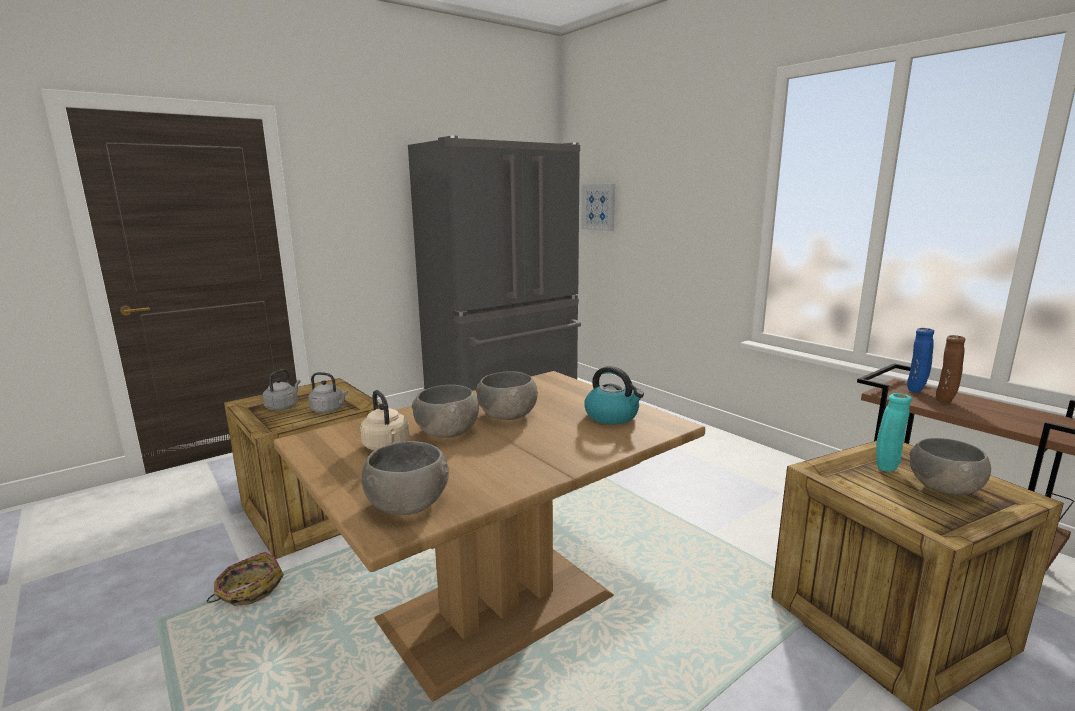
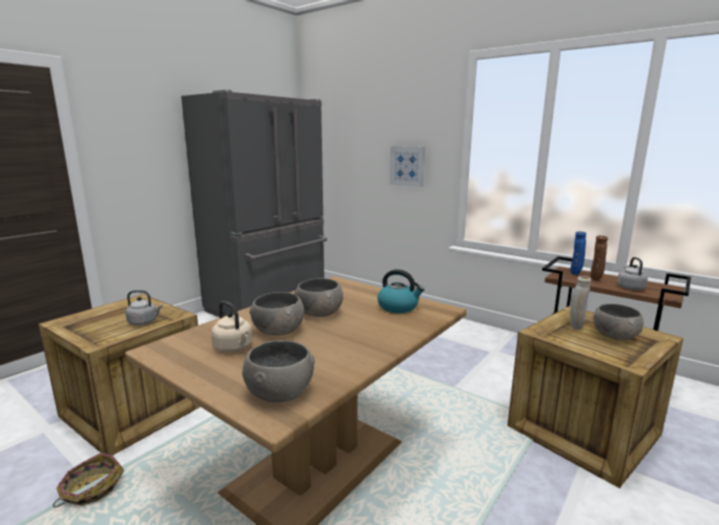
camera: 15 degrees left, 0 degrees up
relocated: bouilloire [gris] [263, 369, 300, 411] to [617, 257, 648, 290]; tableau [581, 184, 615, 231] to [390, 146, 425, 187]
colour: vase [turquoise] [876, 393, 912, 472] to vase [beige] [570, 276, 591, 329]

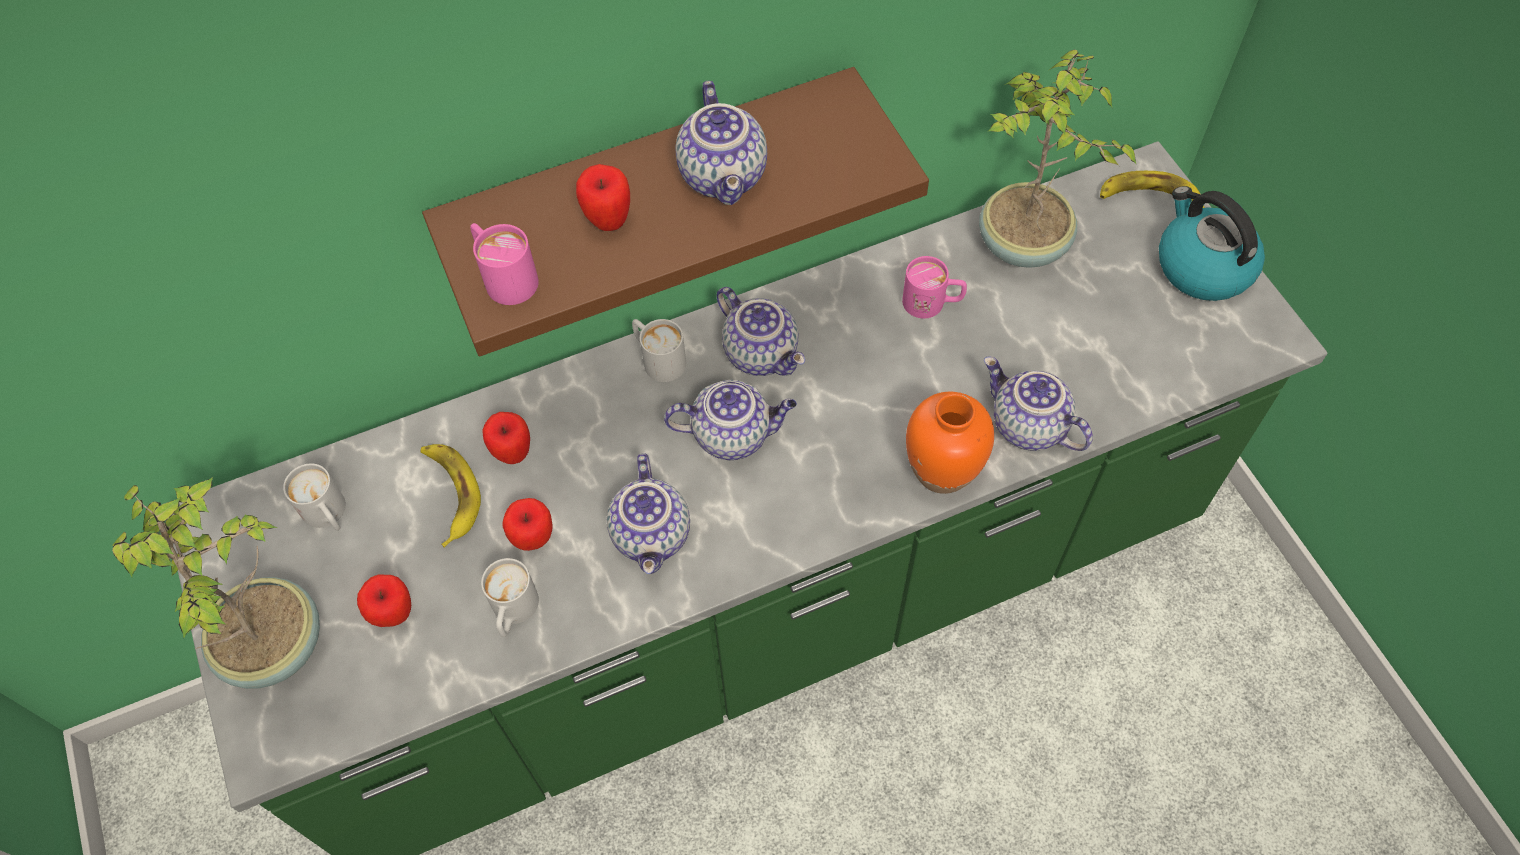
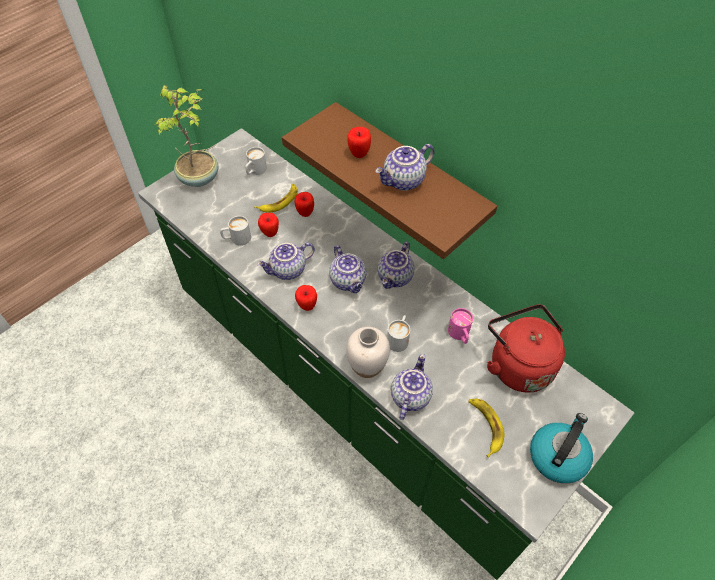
camera: 65 degrees right, 5 degrees down
missing: mug [rose] [470, 223, 539, 305]
relocated: pomme [357, 575, 411, 627] to [295, 285, 317, 311]; mug [blanc] [632, 319, 686, 382] to [387, 315, 410, 352]; banane [1100, 171, 1205, 208] to [469, 399, 505, 457]
exchanged: plante en pot [979, 50, 1137, 268] to bouilloire [rouge] [487, 304, 565, 393]
colour: vase [orange] [906, 392, 994, 494] to vase [blanc] [346, 327, 390, 378]

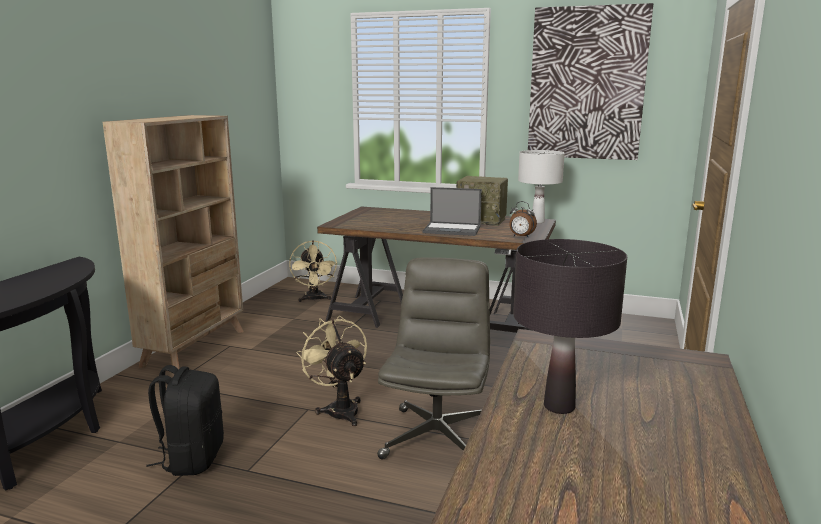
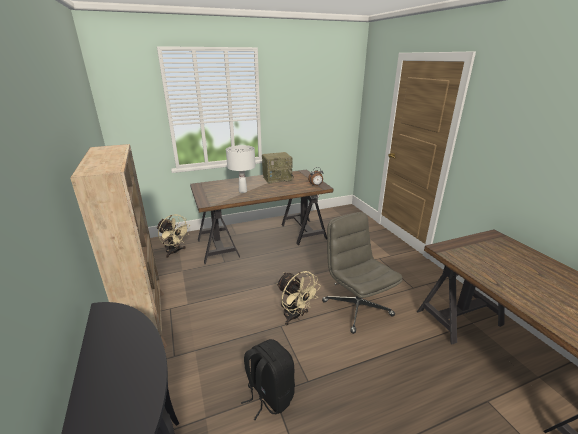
camera: 40 degrees left, 10 degrees up
missing: ordinateur portable [422, 187, 482, 236]; lampe de table [noir] [513, 239, 627, 414]; tableau [528, 3, 653, 160]
relocated: lampe de table [blanc] [518, 150, 565, 223] to [226, 145, 255, 193]
spun: ventilateur [beige] [297, 315, 367, 426] = [276, 271, 321, 325] 150 degrees counterclockwise

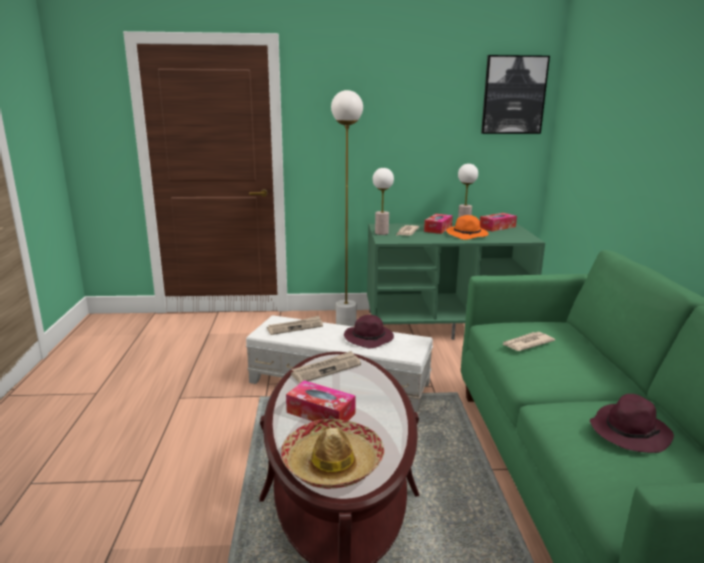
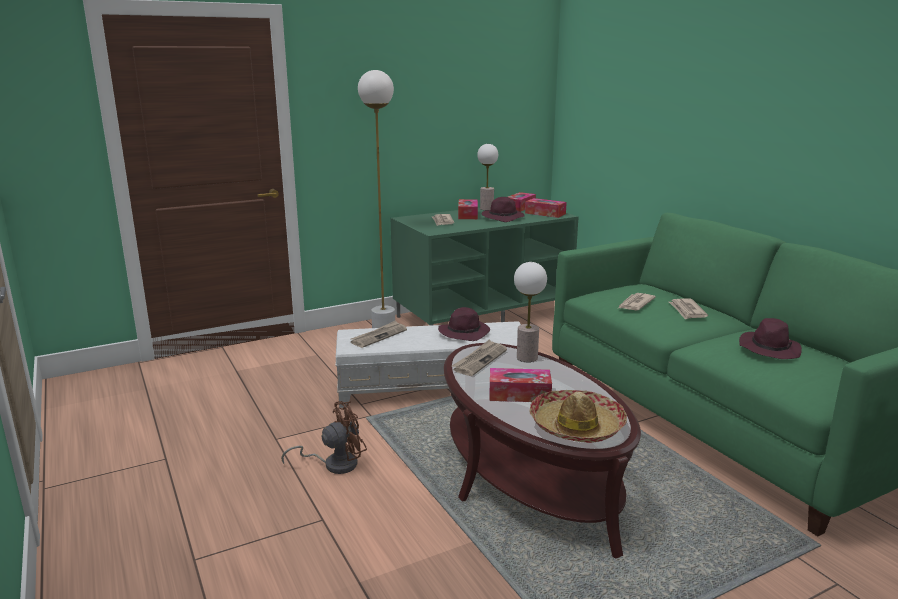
camera: 25 degrees left, 0 degrees up
missing: tableau [481, 55, 550, 134]
appeared: ventilateur [marron] [281, 401, 367, 474]; boîte à mouchoirs [525, 198, 567, 218]; journal [669, 299, 708, 320]
relocated: lampe de table [373, 168, 394, 235] to [514, 262, 547, 362]
colour: chapeau [orange] [446, 215, 489, 240] to chapeau [violet] [482, 197, 525, 222]

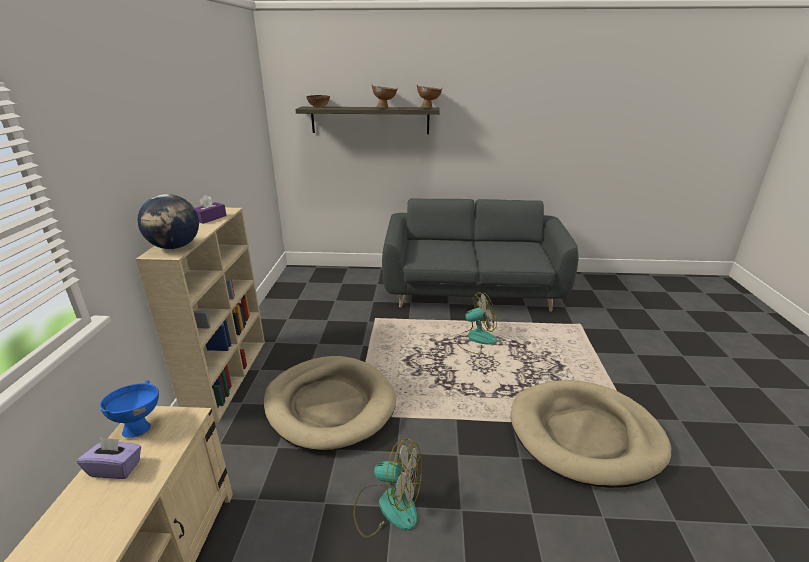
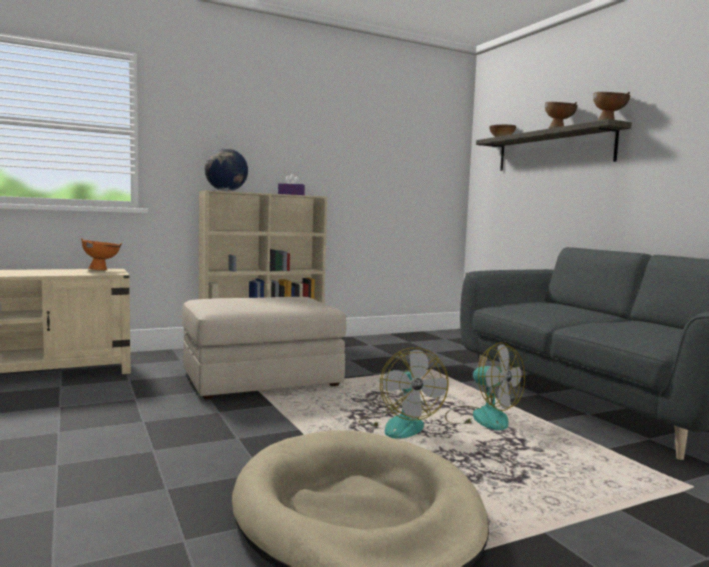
camera: 60 degrees right, 20 degrees down
missing: boîte à mouchoirs [violet] [77, 437, 141, 479]
relocated: ventilateur [353, 438, 422, 538] to [359, 348, 448, 438]
exchanged: panier pour chien [beige] [264, 356, 396, 451] to pouf [beige] [182, 297, 346, 399]
colour: bol [bleu] [99, 380, 159, 438] to bol [orange] [81, 238, 122, 270]

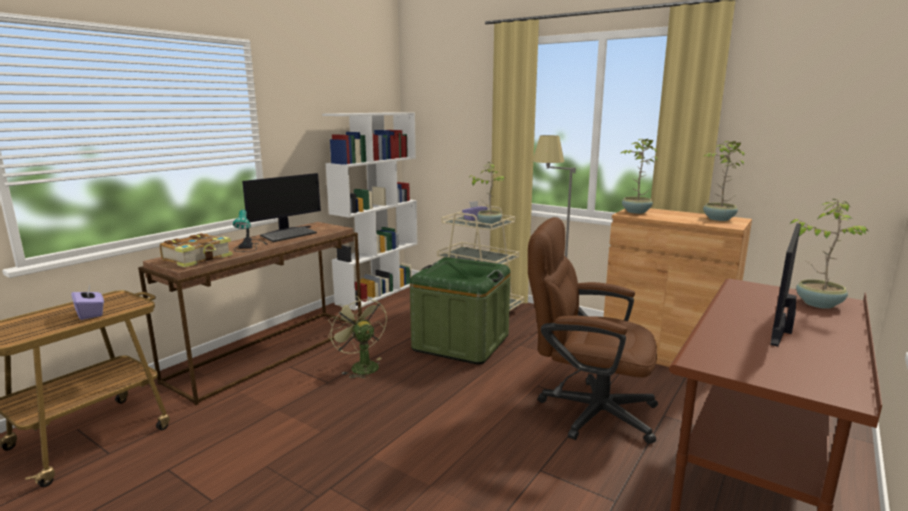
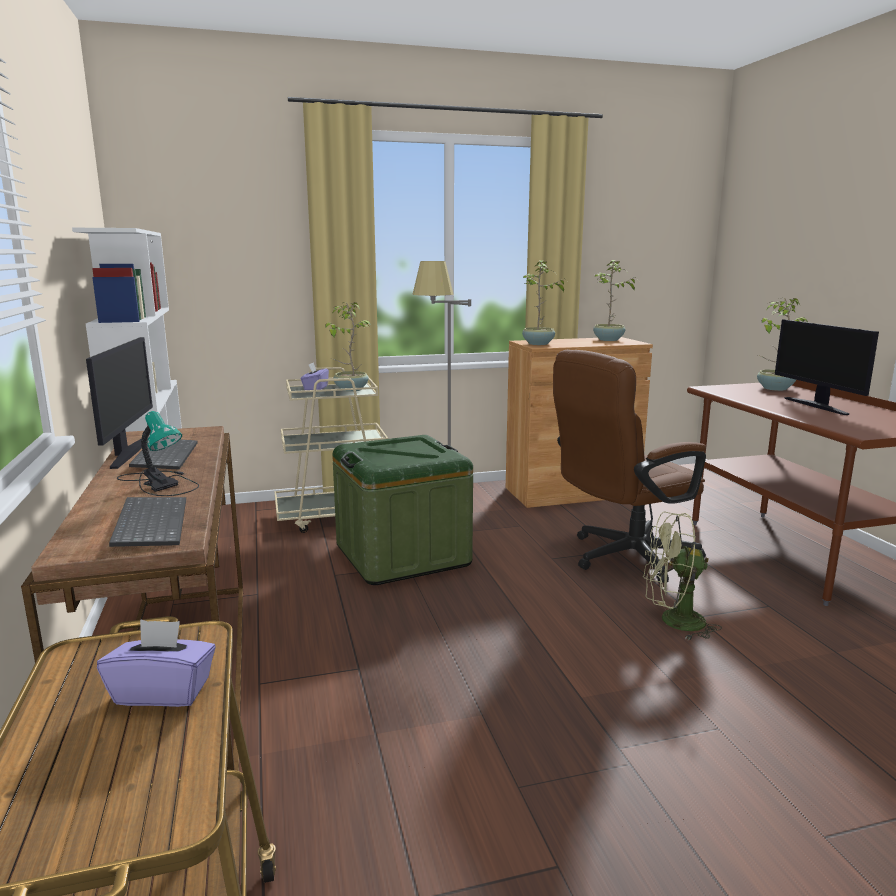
camera: 50 degrees left, 0 degrees up
relocated: ventilateur [vert] [328, 296, 387, 379] to [643, 512, 722, 640]
exchanged: livre [160, 233, 233, 267] to clavier [109, 497, 186, 547]

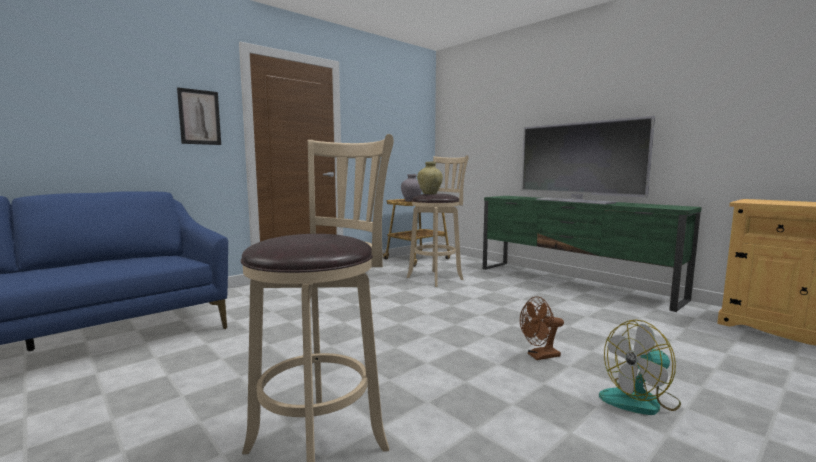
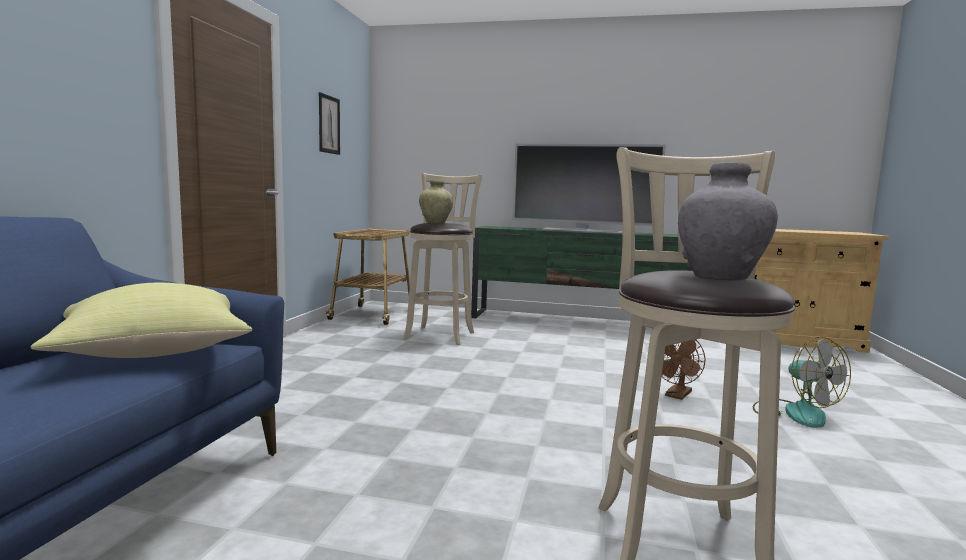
camera: 35 degrees left, 0 degrees up
appeared: coussin [jaune] [30, 283, 253, 358]
relocated: tableau [177, 87, 221, 145] to [319, 92, 340, 155]; vase [gris] [401, 174, 422, 202] to [678, 162, 778, 281]
spun: ventilateur [599, 319, 681, 415] = [753, 337, 851, 428] 60 degrees counterclockwise

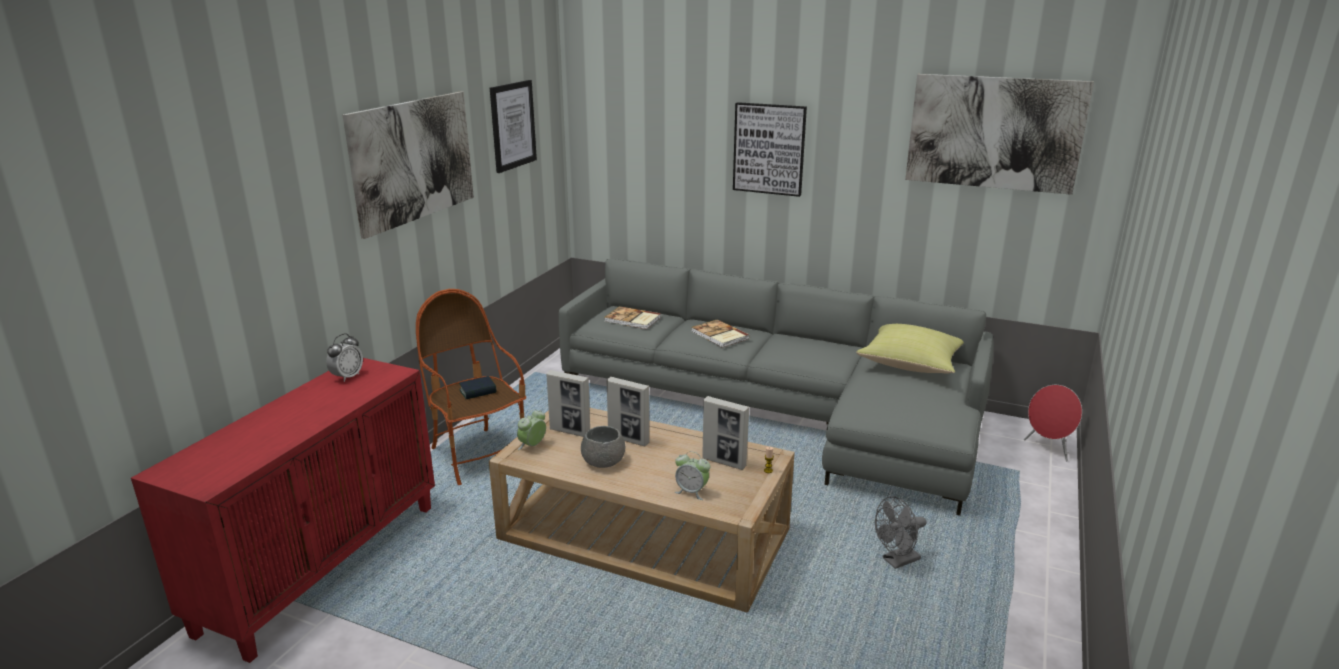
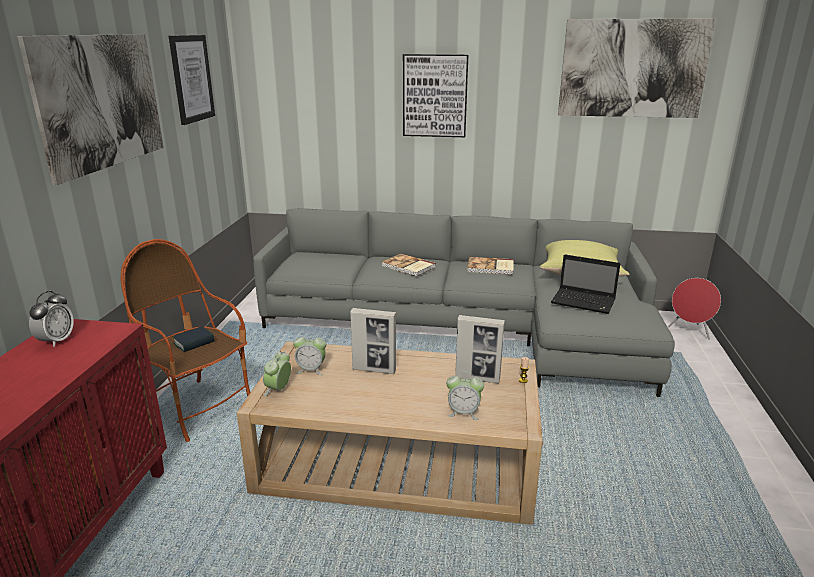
camera: 15 degrees left, 0 degrees up
missing: bol [gris] [581, 426, 625, 468]; ventilateur [gris] [875, 496, 926, 569]
appeared: ordinateur portable [551, 254, 620, 314]
relocated: livre [604, 306, 661, 329] to [467, 257, 514, 275]
exchanged: cadre photo [546, 370, 590, 437] to réveil [293, 332, 326, 375]

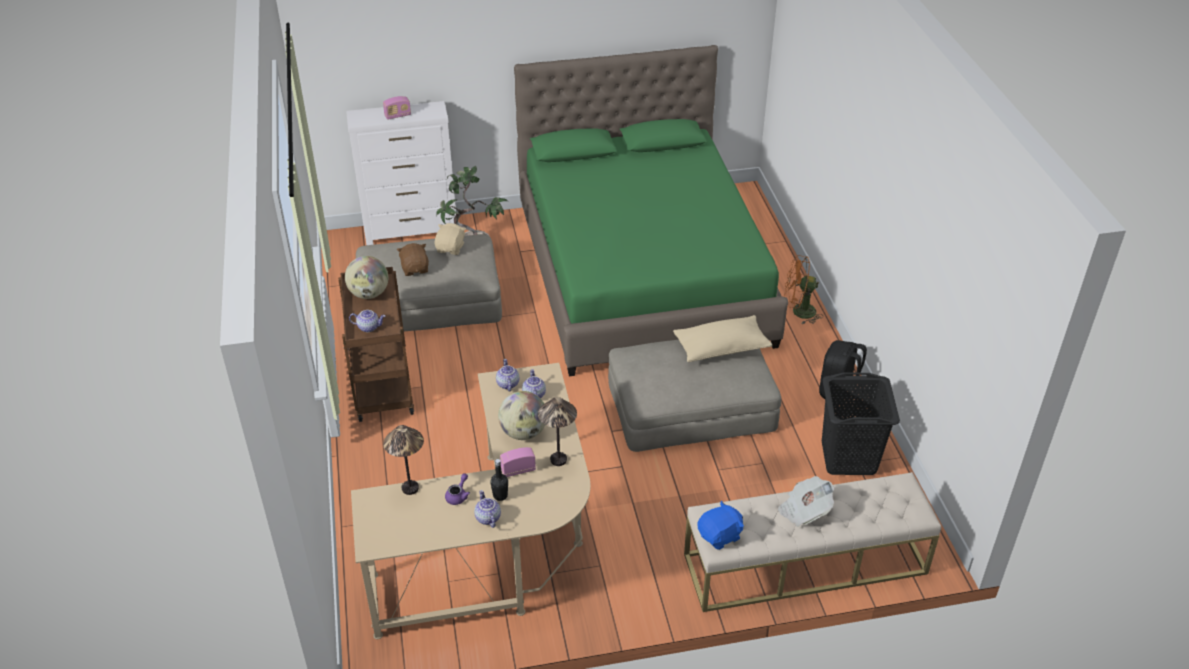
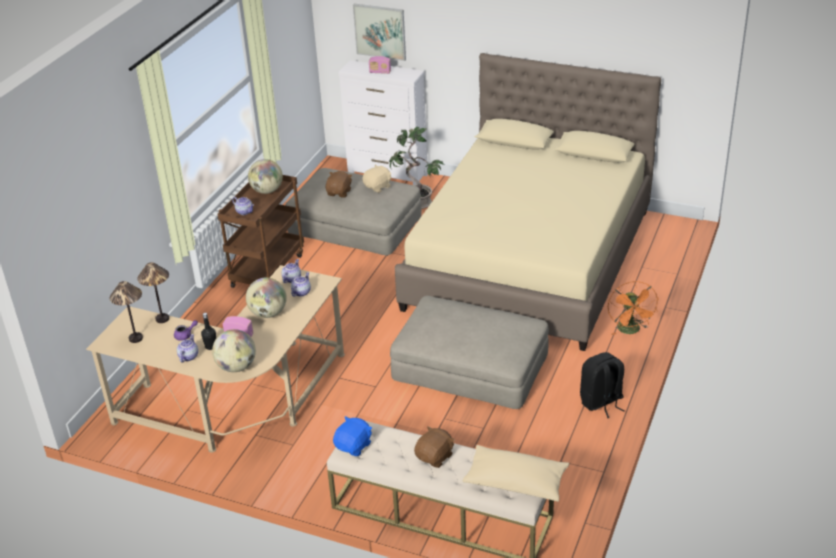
camera: 35 degrees right, 5 degrees down
missing: panier à linge [noir] [822, 372, 900, 475]
appeared: globe [212, 329, 256, 372]; tableau [353, 4, 406, 61]
relocated: lampe de table [538, 397, 577, 466] to [110, 281, 143, 343]; coussin [beige] [673, 315, 772, 362] to [463, 445, 569, 502]
exchanged: journal [778, 476, 835, 527] to peluche [marron] [414, 426, 455, 468]
colour: lit [vert] [514, 45, 788, 377] to lit [beige] [395, 53, 661, 351]
spun: peluche [bleu] [698, 500, 744, 550] = [333, 416, 372, 456] 60 degrees counterclockwise; ventilateur [orange] [784, 255, 824, 325] = [608, 281, 659, 335] 135 degrees counterclockwise

